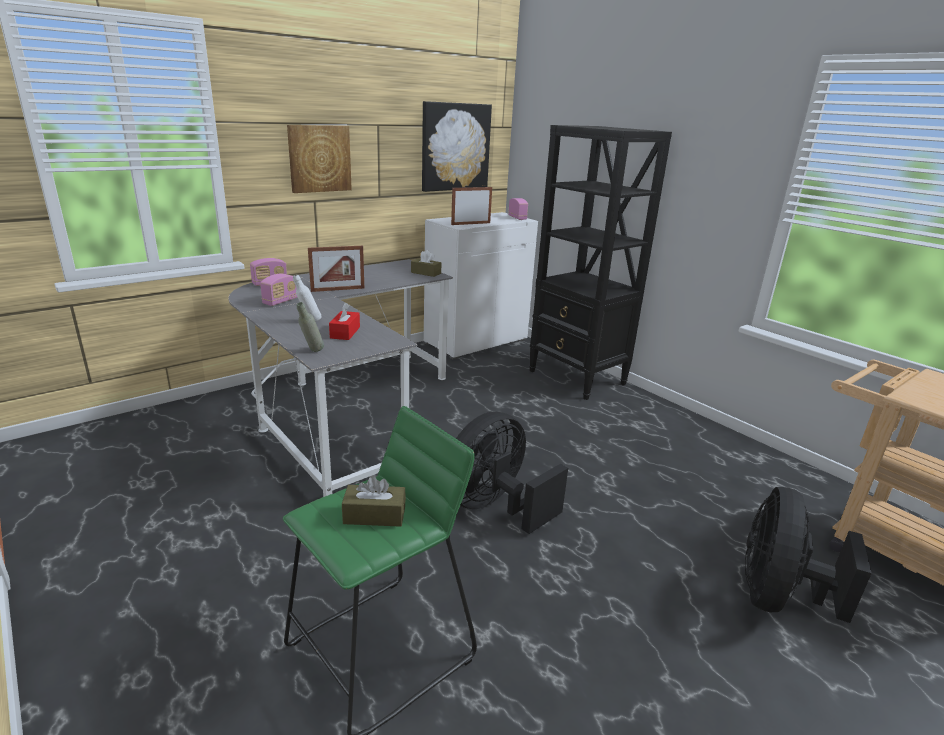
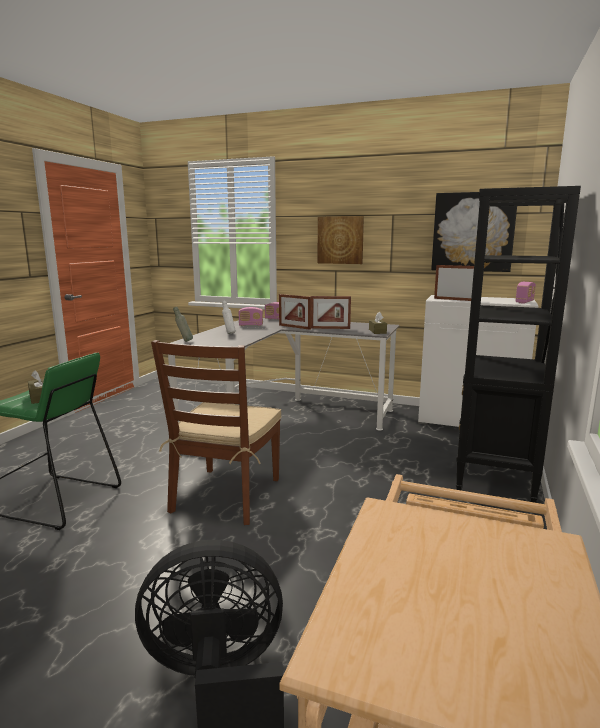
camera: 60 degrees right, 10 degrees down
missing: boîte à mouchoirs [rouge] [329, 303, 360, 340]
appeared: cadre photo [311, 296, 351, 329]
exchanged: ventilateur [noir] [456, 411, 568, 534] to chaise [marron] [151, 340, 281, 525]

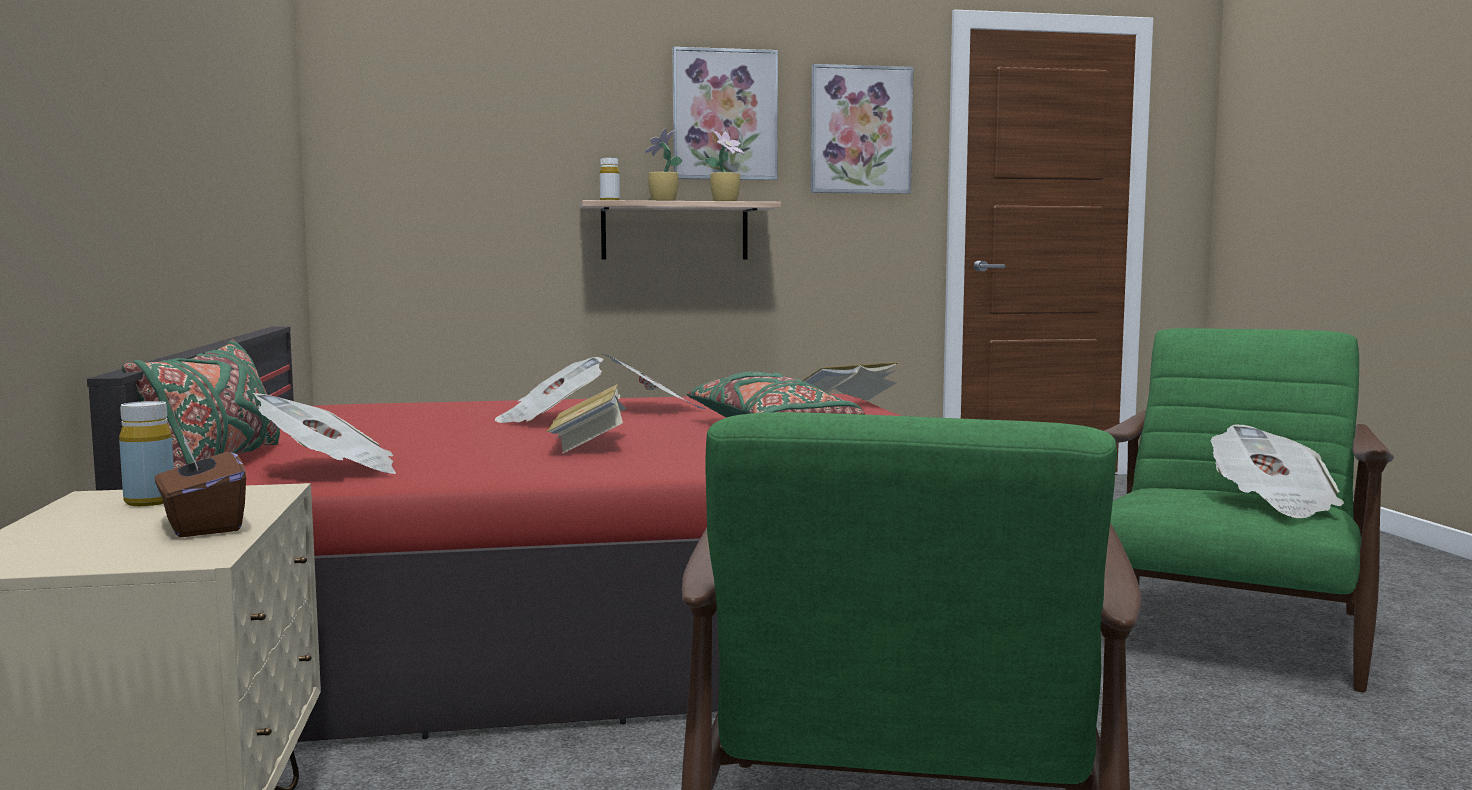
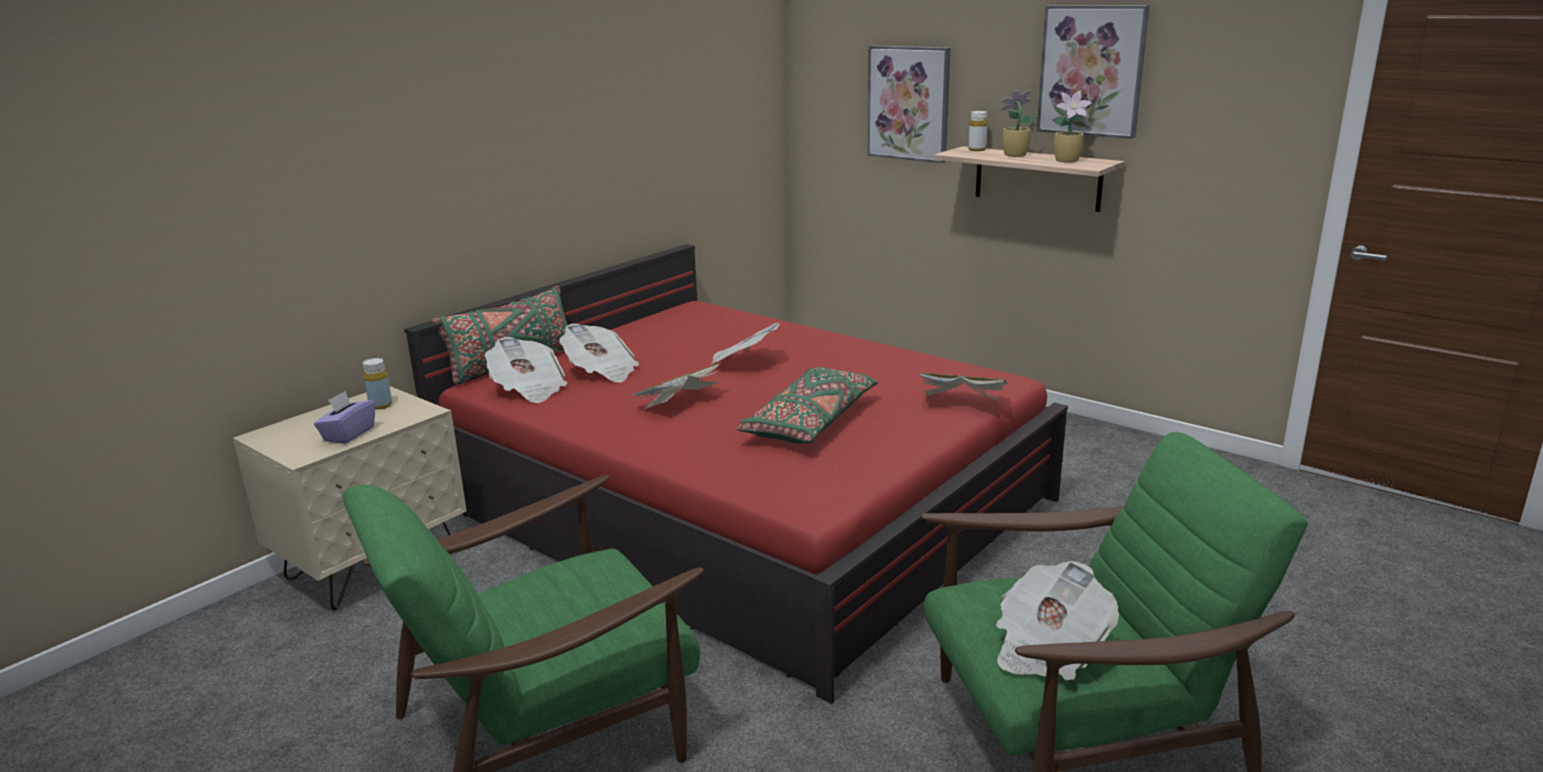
camera: 50 degrees right, 15 degrees up
relocated: journal [602, 354, 705, 409] to [560, 323, 639, 383]; tableau [811, 64, 913, 194] to [867, 45, 950, 163]
colour: boîte à mouchoirs [marron] [155, 435, 246, 537] to boîte à mouchoirs [violet] [314, 391, 375, 444]

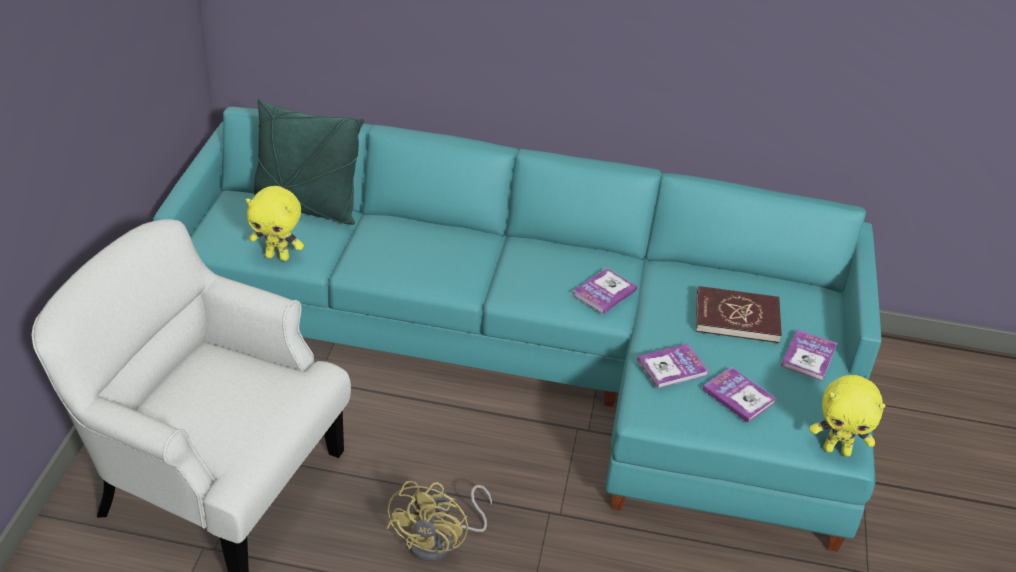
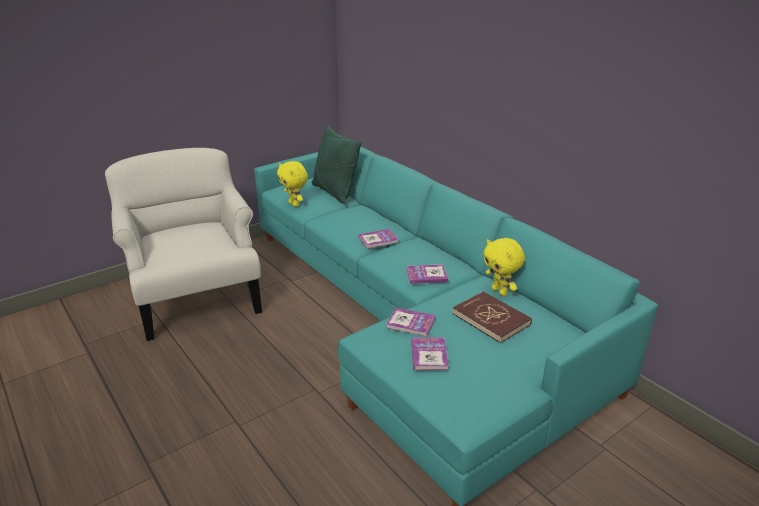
camera: 45 degrees right, 10 degrees down
missing: ventilateur [jaune] [386, 481, 492, 562]
relocated: livre [781, 329, 837, 381] to [358, 229, 399, 249]; peluche [jaune] [810, 375, 886, 457] to [483, 238, 525, 296]

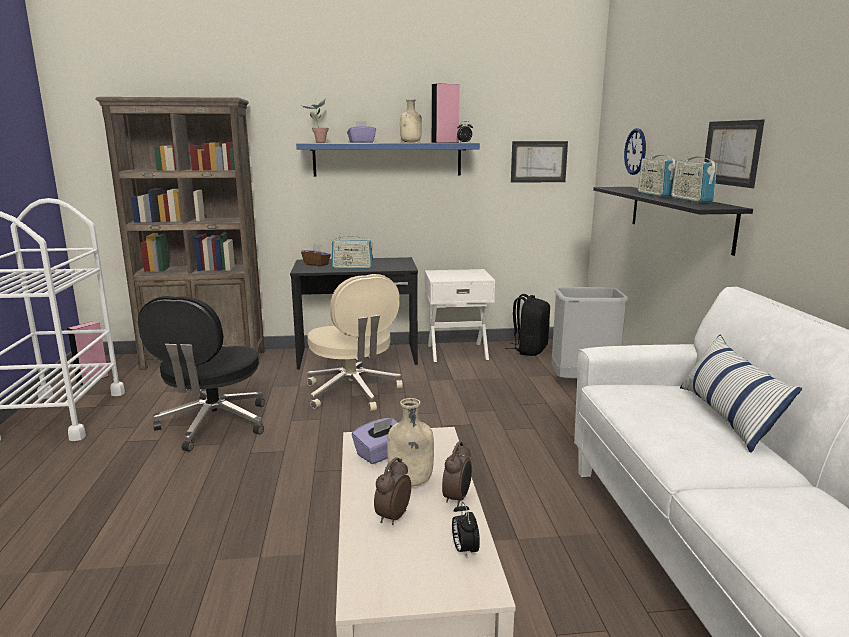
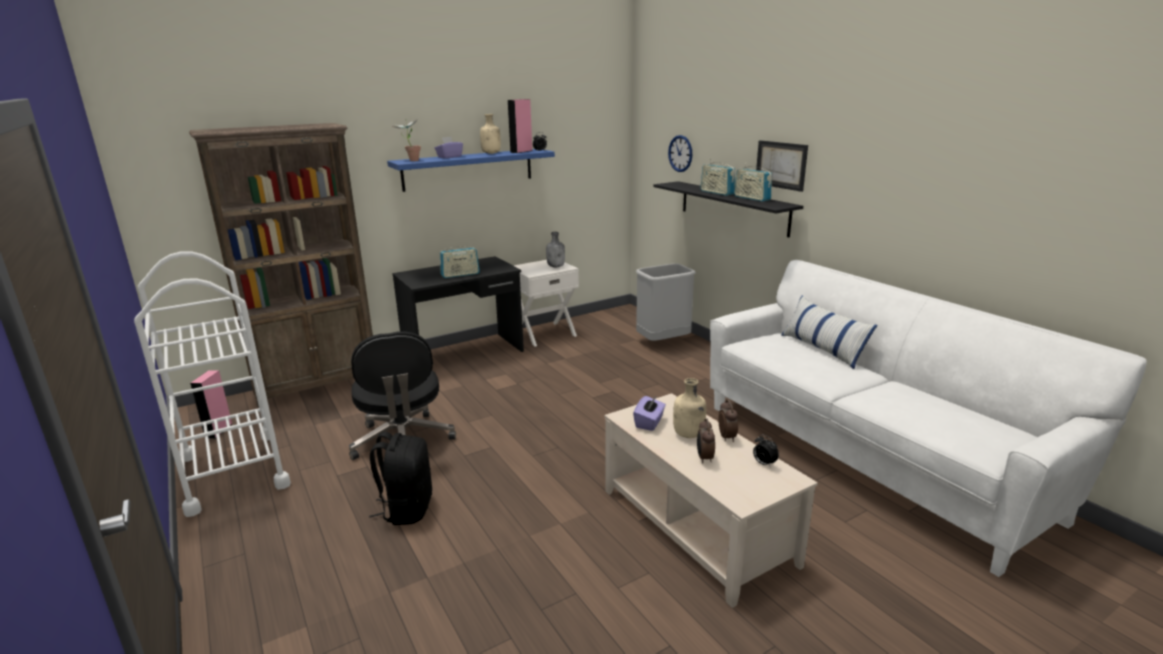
camera: 25 degrees left, 5 degrees up
missing: boîte à mouchoirs [marron] [301, 244, 331, 266]; chaise de bureau [beige] [307, 274, 403, 411]; tableau [511, 141, 568, 183]
appeared: bouteille [gris] [546, 232, 565, 267]
relocated: sac à dos [noir] [505, 294, 550, 356] to [369, 432, 432, 525]

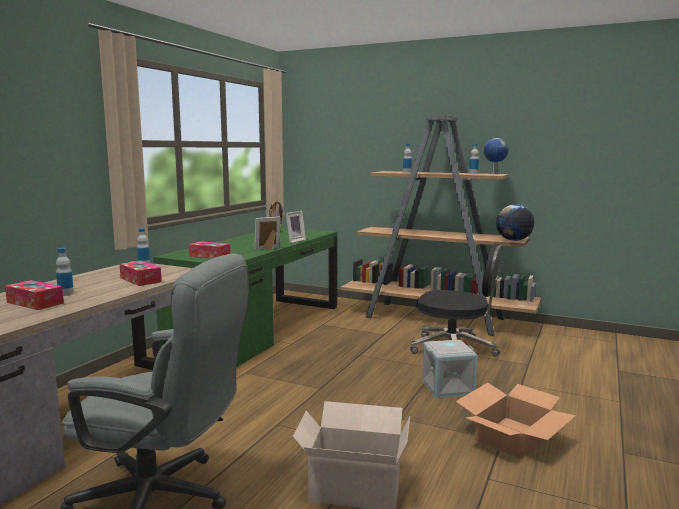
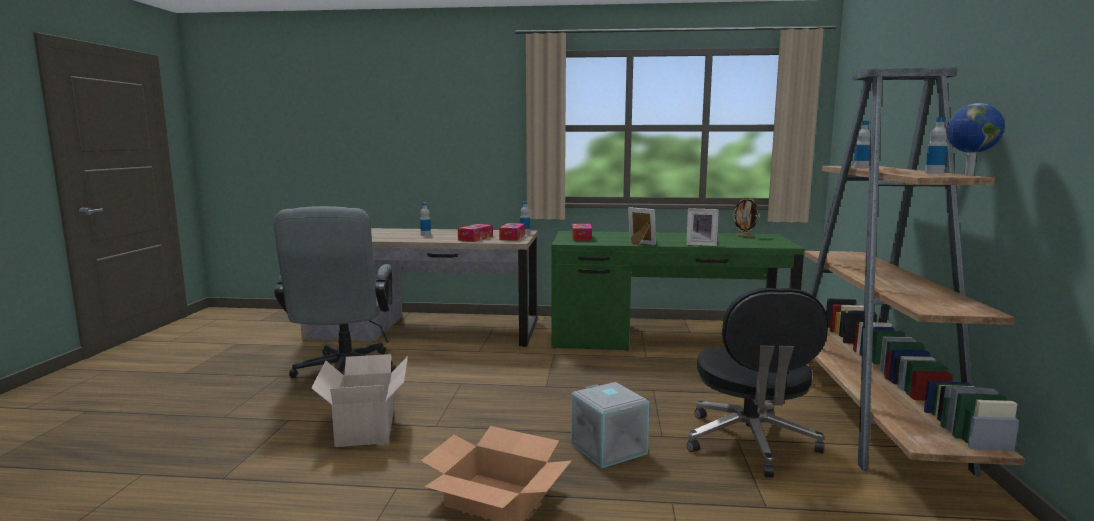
camera: 70 degrees right, 0 degrees up
missing: globe [496, 204, 534, 241]
relocated: boîte à mouchoirs [5, 280, 64, 310] to [499, 223, 525, 241]

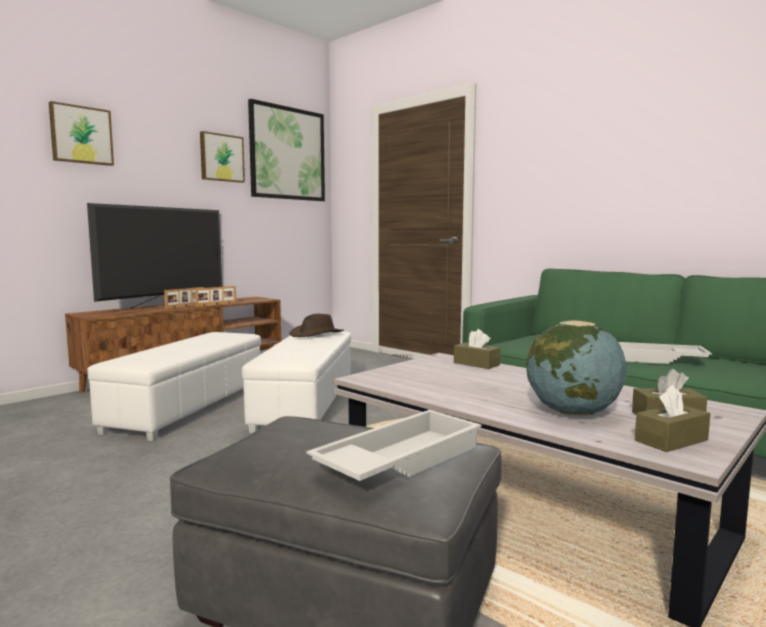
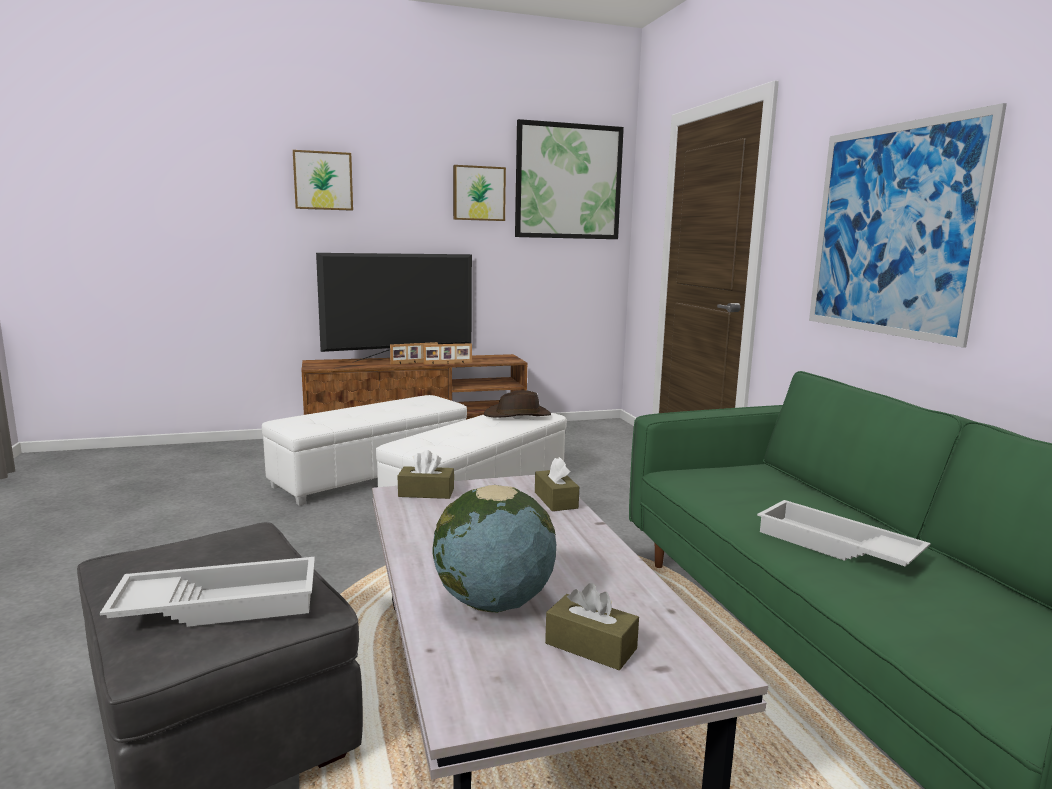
camera: 30 degrees right, 5 degrees up
appeared: tableau [809, 103, 1007, 347]
relocated: boîte à mouchoirs [marron] [635, 385, 710, 452] to [398, 450, 454, 499]

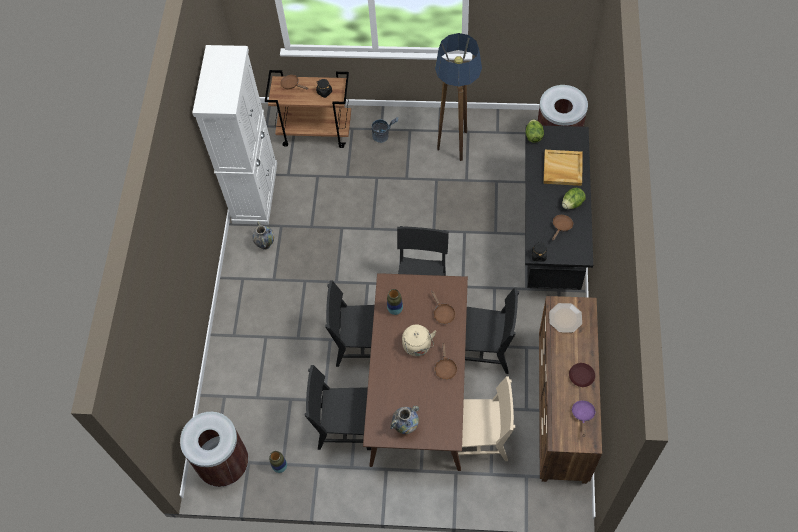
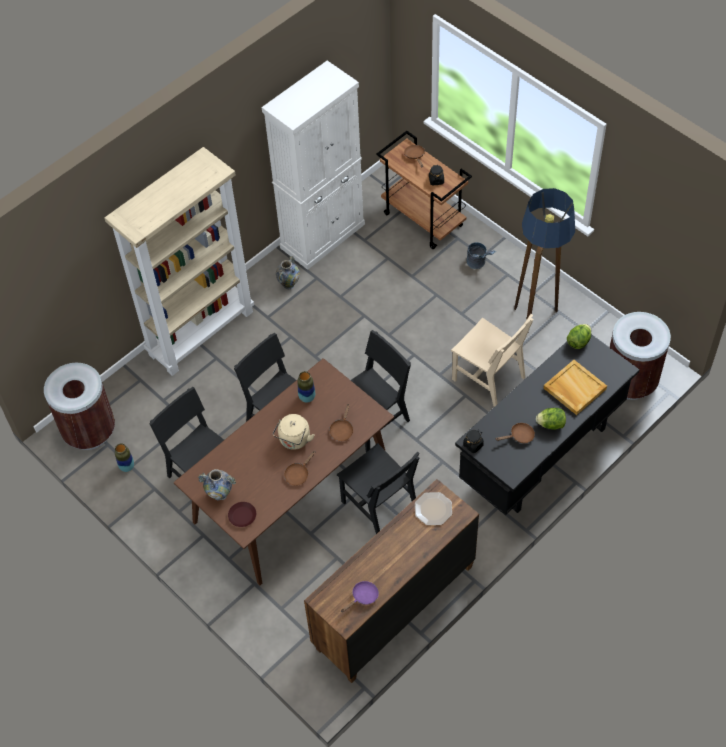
camera: 40 degrees right, 5 degrees down
appeared: bibliothèque [beige] [104, 147, 254, 376]
relocated: chaise [beige] [454, 376, 515, 463] to [451, 314, 534, 407]; assiette [marron] [569, 363, 595, 387] to [228, 502, 256, 527]

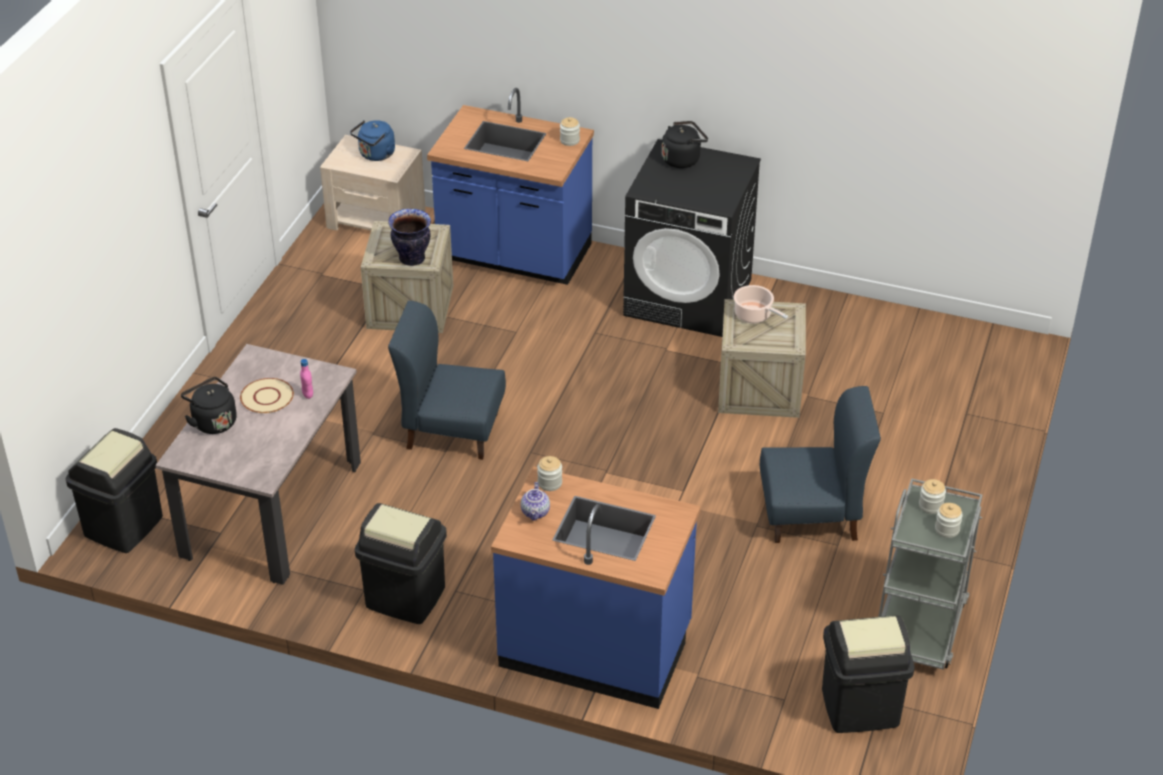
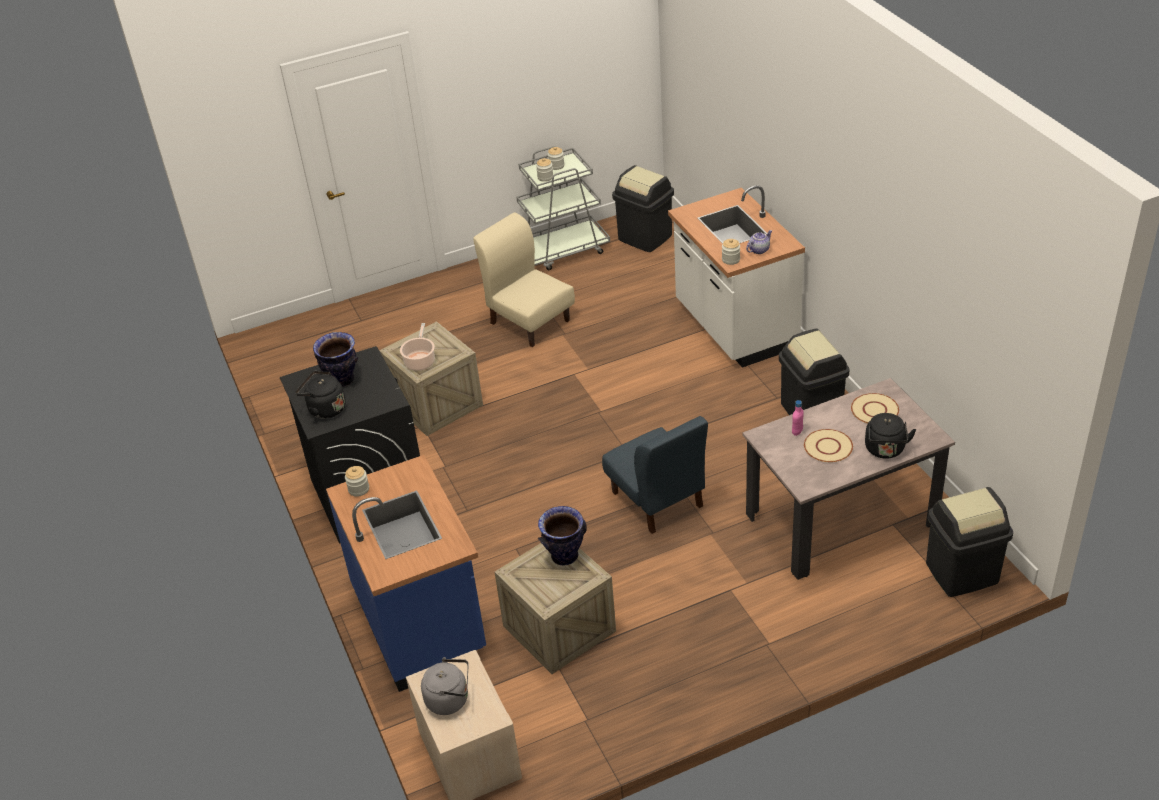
camera: 130 degrees left, 0 degrees up
appeared: vase [313, 332, 358, 387]; assiette [beige] [851, 393, 899, 423]
colour: bouilloire [bleu] [350, 120, 395, 161] to bouilloire [gris] [421, 657, 469, 715]; comptoir de cuisine [bleu] [491, 467, 701, 709] to comptoir de cuisine [blanc] [668, 185, 805, 368]; chaise [bleu] [760, 386, 881, 543] to chaise [beige] [473, 212, 575, 347]

